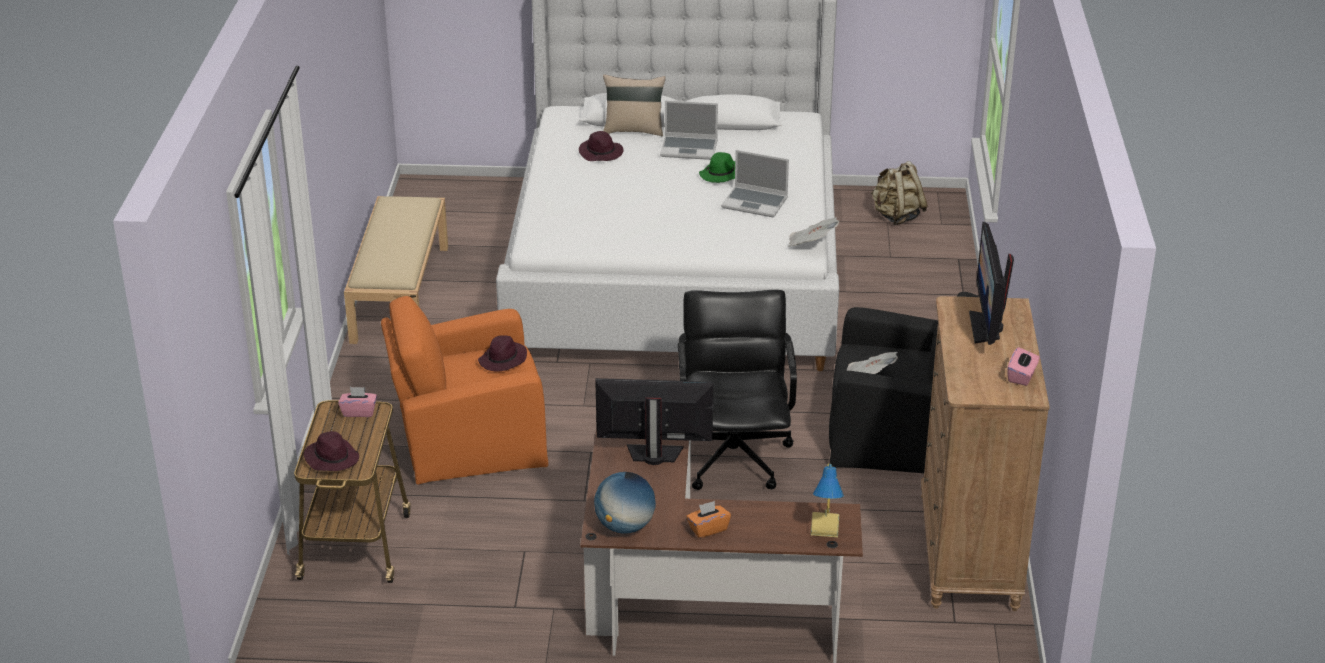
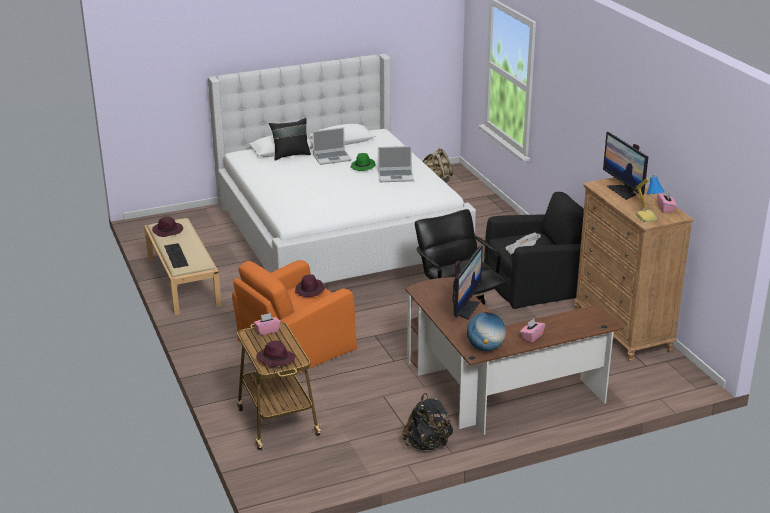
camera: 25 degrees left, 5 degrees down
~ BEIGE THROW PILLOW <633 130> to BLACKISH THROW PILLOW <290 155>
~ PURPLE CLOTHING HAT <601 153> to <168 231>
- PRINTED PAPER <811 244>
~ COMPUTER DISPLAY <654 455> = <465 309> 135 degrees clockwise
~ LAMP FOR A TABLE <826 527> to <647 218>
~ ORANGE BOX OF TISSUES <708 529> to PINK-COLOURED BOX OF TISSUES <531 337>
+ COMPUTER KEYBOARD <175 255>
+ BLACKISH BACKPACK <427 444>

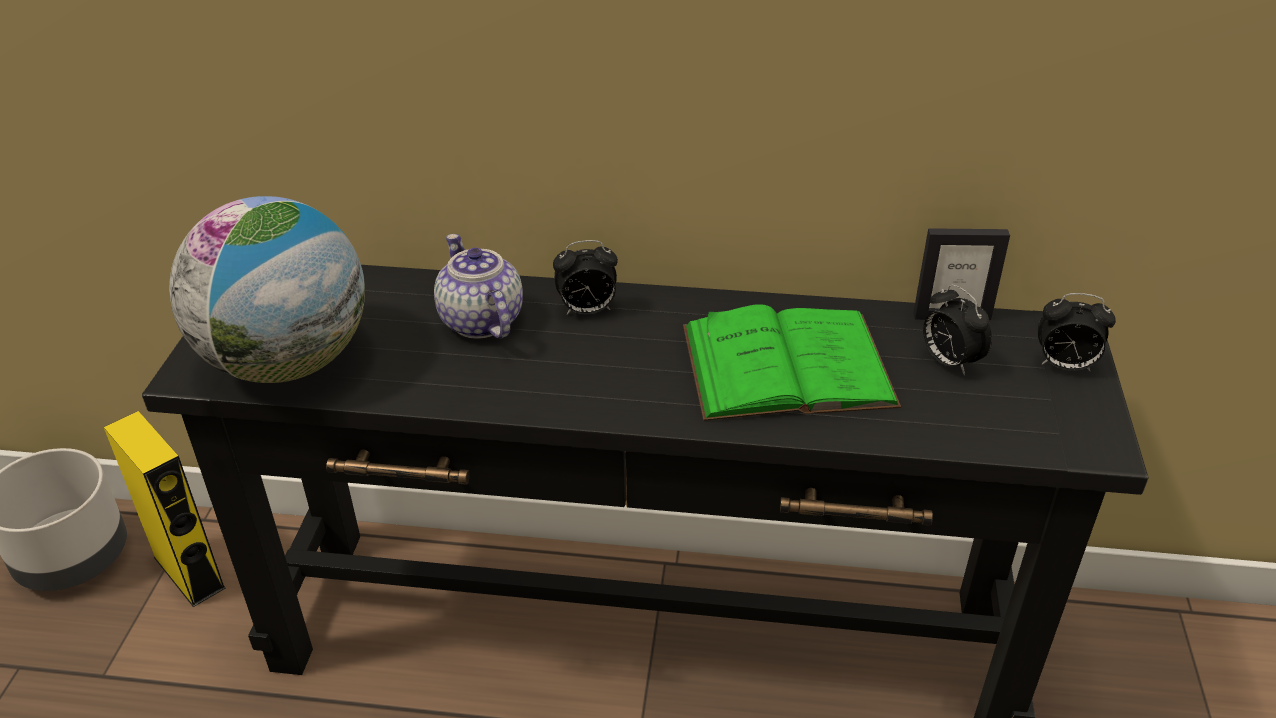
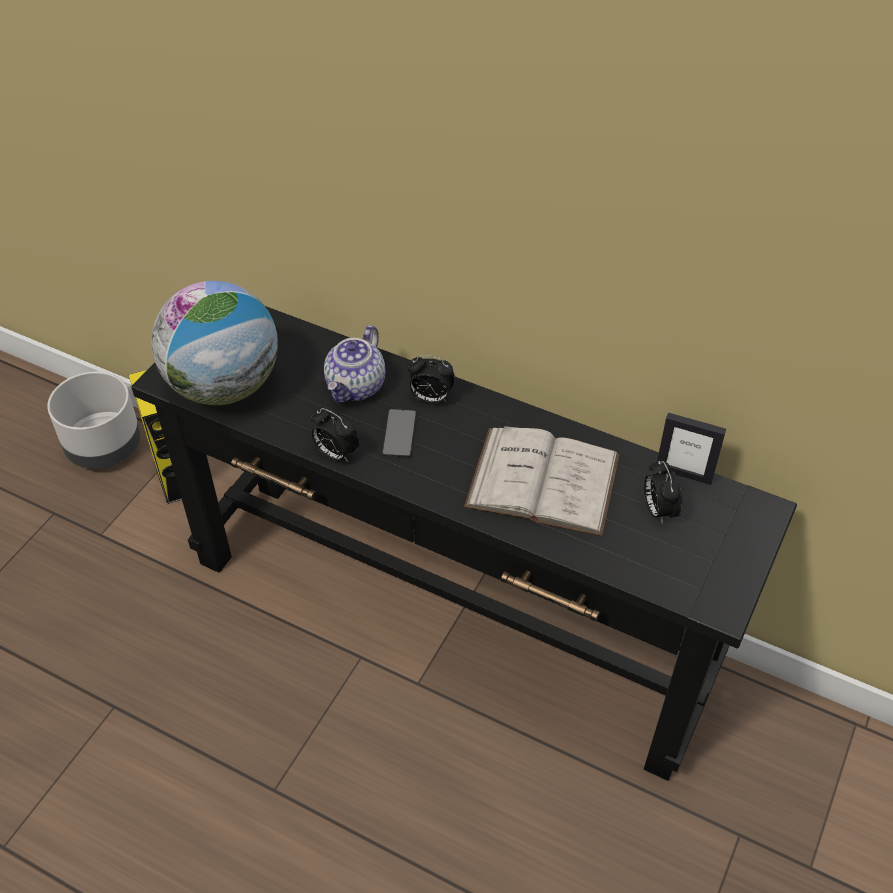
camera: 20 degrees right, 10 degrees up
~ TEAPOT <480 321> = <356 387> 150 degrees counterclockwise
~ TABLE CLOCK <1064 366> to <335 453>
~ GREEN-COLOURED BOUND BOOK <787 365> to WHITISH BOUND BOOK <543 481>
+ TELEPHONE <399 434>

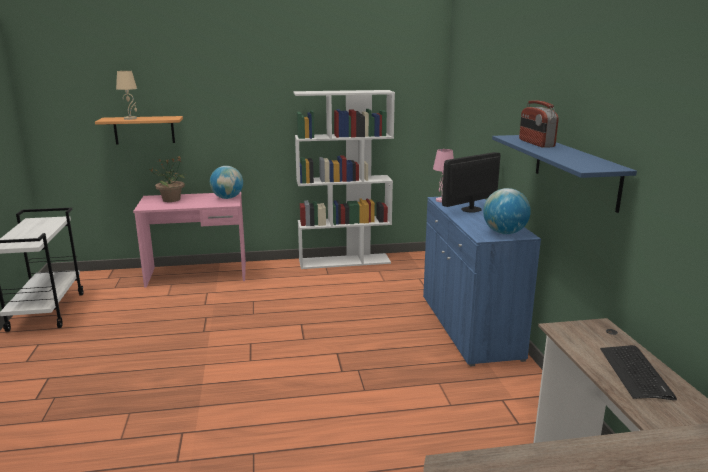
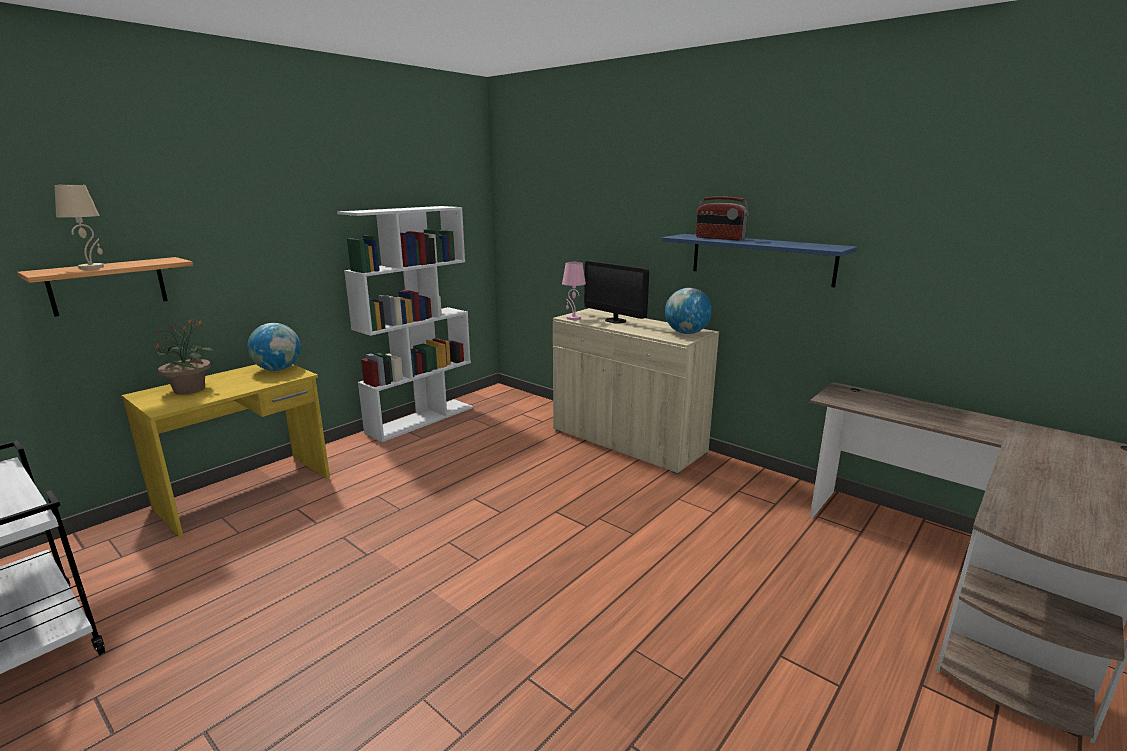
camera: 40 degrees left, 0 degrees up
~ COMPUTER DISPLAY <471 209> = <615 320> 60 degrees counterclockwise
~ PINK-COLOURED DESK <197 274> to YELLOW DESK <246 492>
~ BLUE-COLOURED STORAGE CABINET <469 326> to BEIGE STORAGE CABINET <627 442>
- COMPUTER KEYBOARD <635 373>

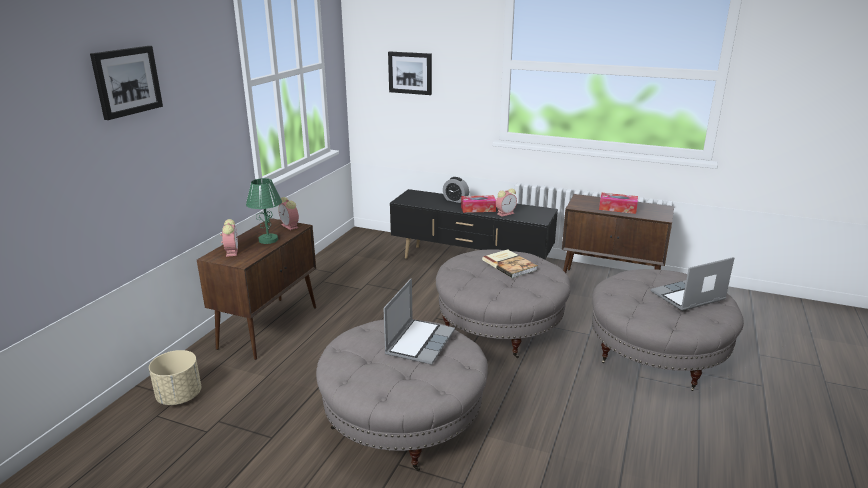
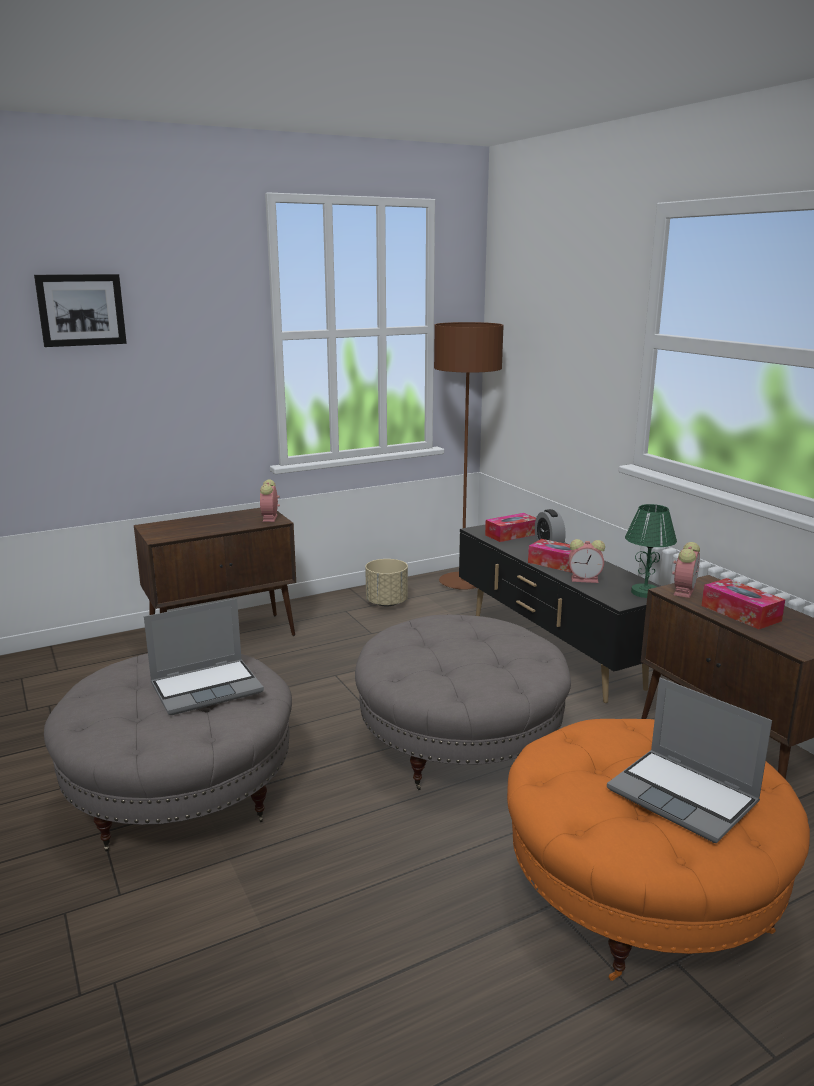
camera: 40 degrees right, 5 degrees down
- WALL PICTURE <410 73>
~ GREEN-COLOURED LAMP FOR A TABLE <268 240> to <644 592>
~ TABLE CLOCK <231 251> to <684 590>
- BOUND BOOK <509 265>
~ PORTABLE COMPUTER <687 297> = <684 797> 150 degrees counterclockwise
~ GREYISH OTTOMAN <656 354> to ORANGE OTTOMAN <641 892>
~ BEIGE FLOWER POT <180 396> to <387 603>
+ BROWN FLOOR LAMP <462 583>
+ BOX OF TISSUES <511 534>

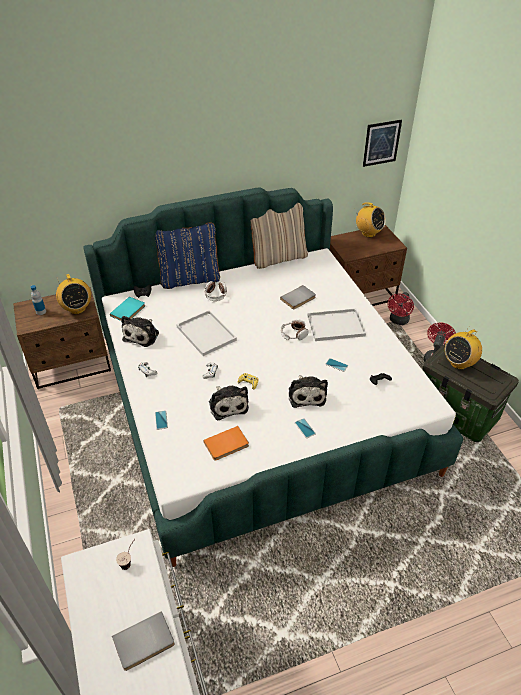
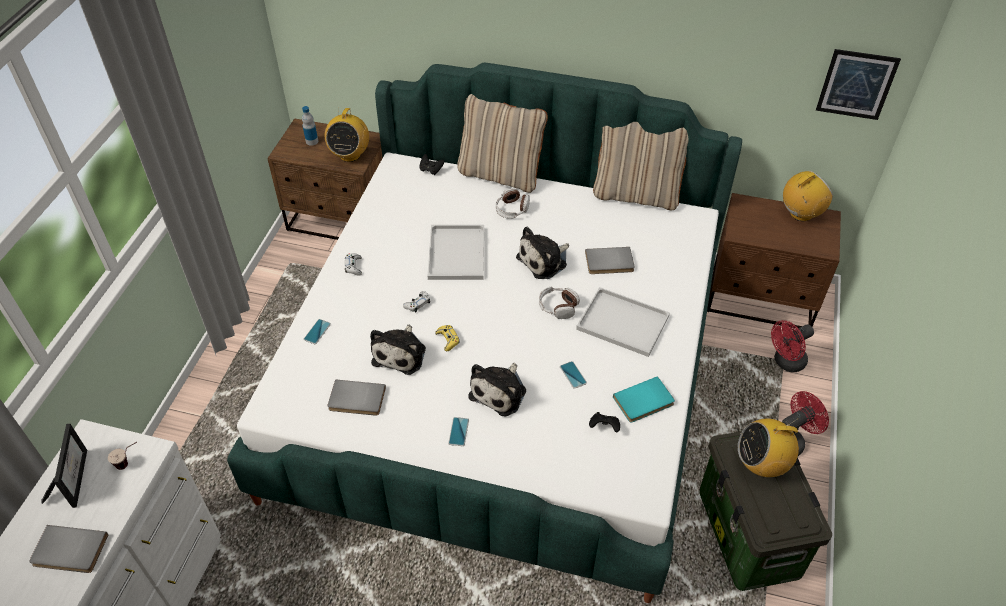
camera: 35 degrees right, 5 degrees up
~ RADIO <368 233> = <800 214> 105 degrees counterclockwise
~ BLUE-COLOURED THROW PILLOW <190 279> to BEIGE THROW PILLOW <501 174>
~ TURQUOISE-COLOURED BOUND BOOK <129 311> to <644 402>
~ CUDDLY TOY <142 335> to <544 261>
~ ORANGE BOUND BOOK <227 445> to GREYISH BOUND BOOK <356 400>
+ PICTURE FRAME <73 478>

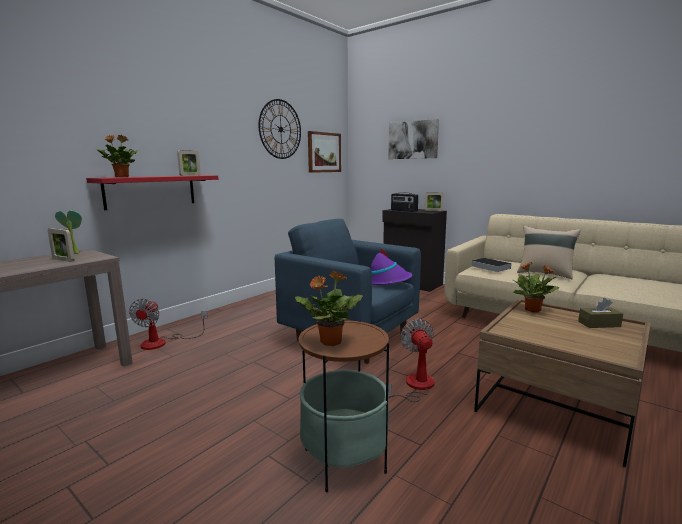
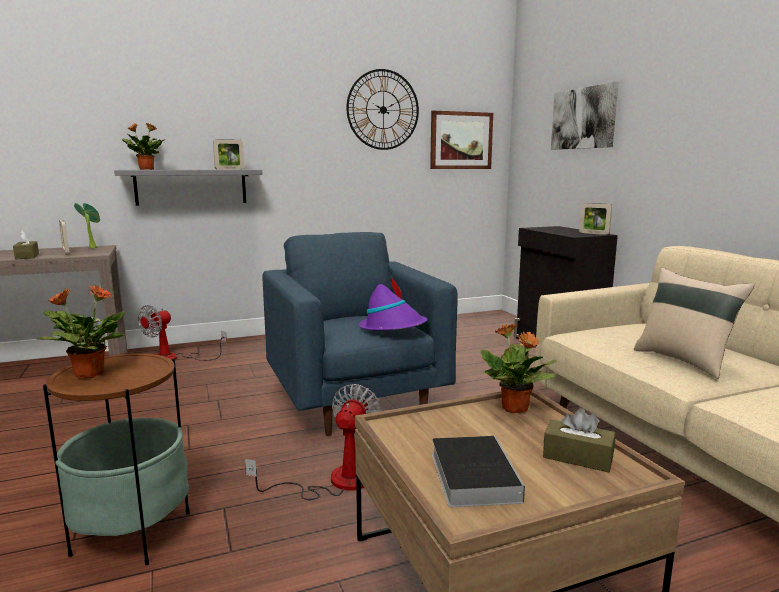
camera: 30 degrees right, 0 degrees up
~ REDDISH SHELF <151 191> to GREYISH SHELF <191 187>
- RADIO <403 211>
~ BOUND BOOK <489 267> to <472 474>
+ BROWN BOX OF TISSUES <27 256>

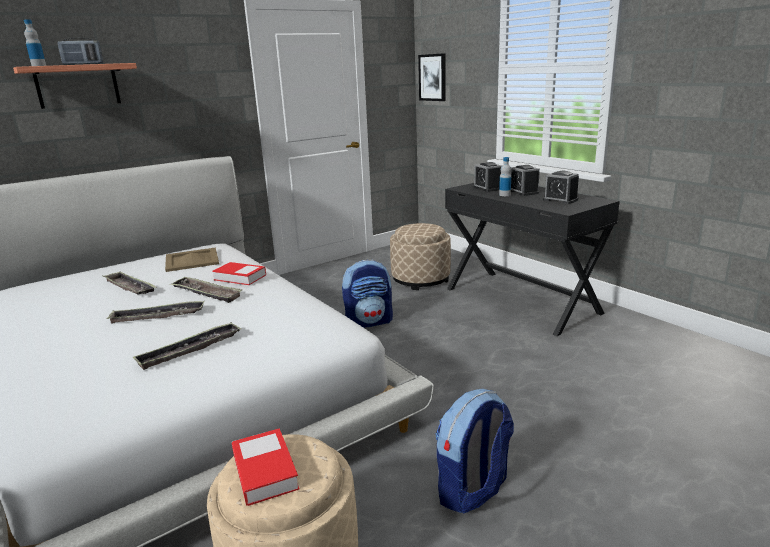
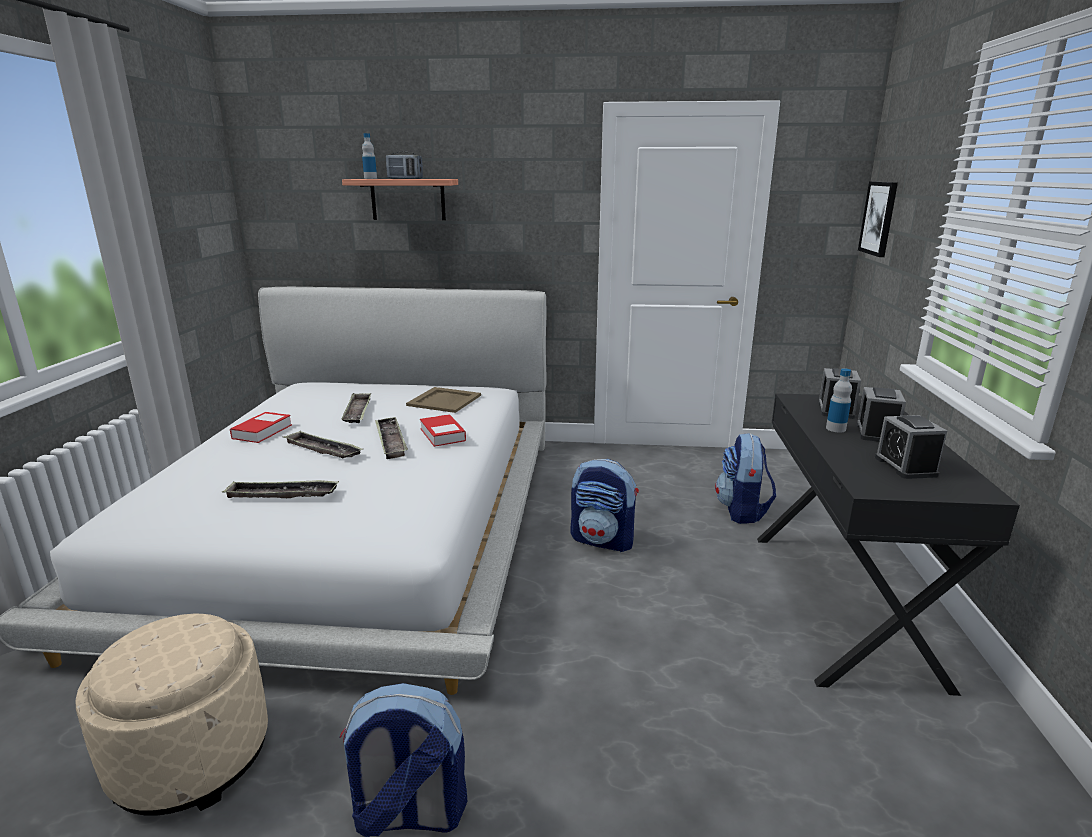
camera: 40 degrees right, 0 degrees up
~ BEIGE OTTOMAN <421 279> to BACKPACK <742 511>
~ BOUND BOOK <265 471> to <262 431>

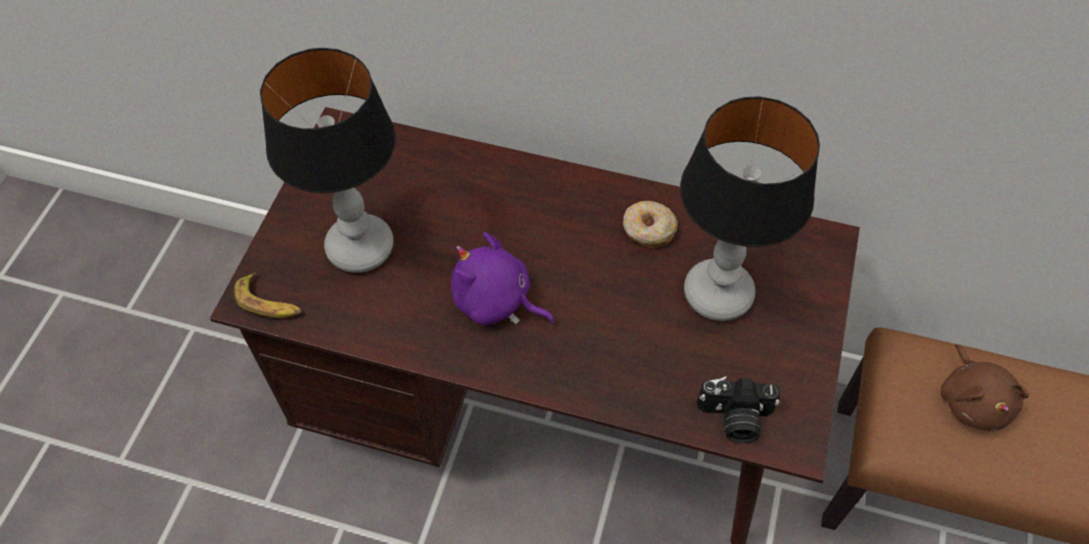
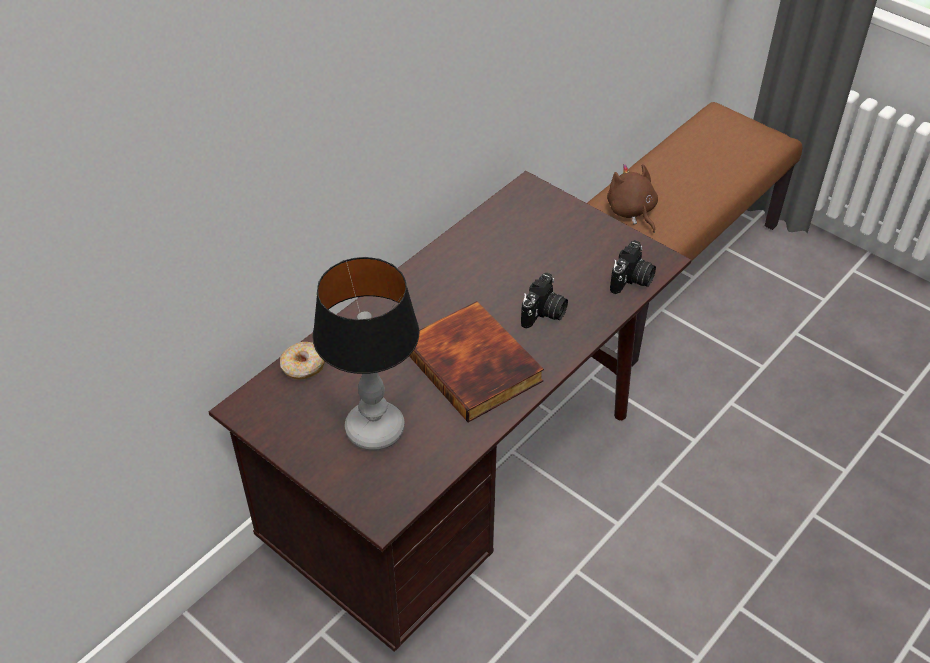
camera: 65 degrees left, 10 degrees down
- LAMP FOR A TABLE <717 295>
~ DONUT <648 230> to <303 366>
~ PURPLE CUDDLY TOY <496 302> to BOUND BOOK <475 365>
- BANANA FRUIT <269 303>
~ BROWN CUDDLY TOY <973 400> = <631 211> 135 degrees counterclockwise
+ PHOTO CAMERA <544 314>

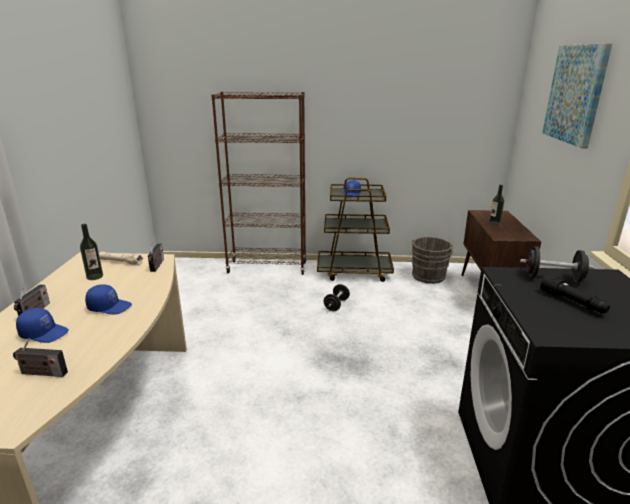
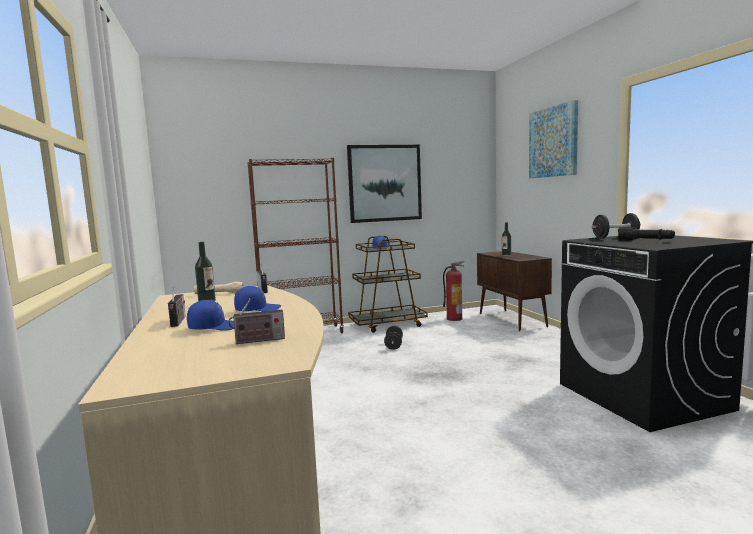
camera: 20 degrees left, 15 degrees down
~ GREYISH WATER BUCKET <428 277> to FIRE-FIGHTING CYLINDER <454 318>
+ WALL PICTURE <384 183>

